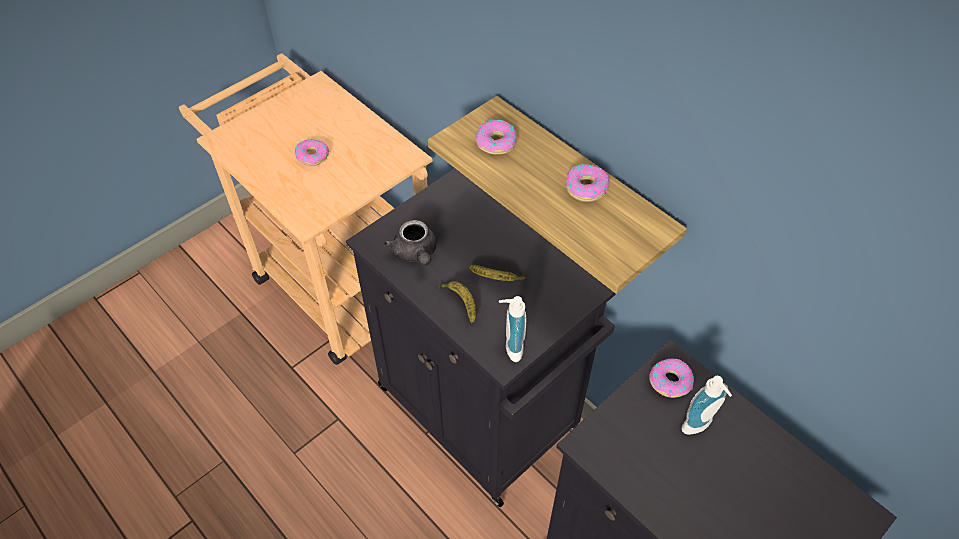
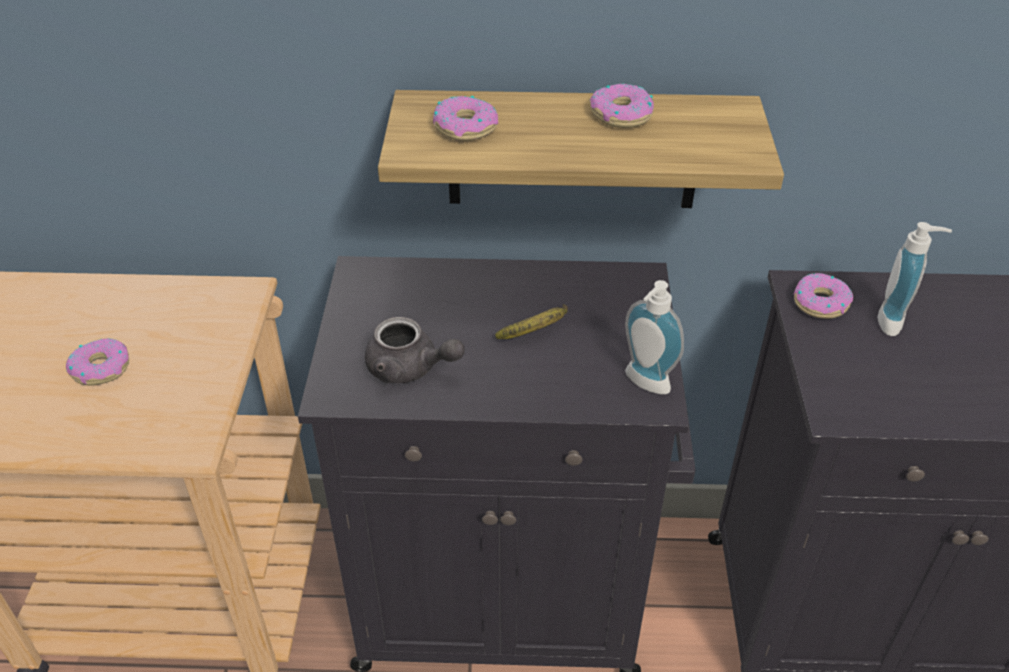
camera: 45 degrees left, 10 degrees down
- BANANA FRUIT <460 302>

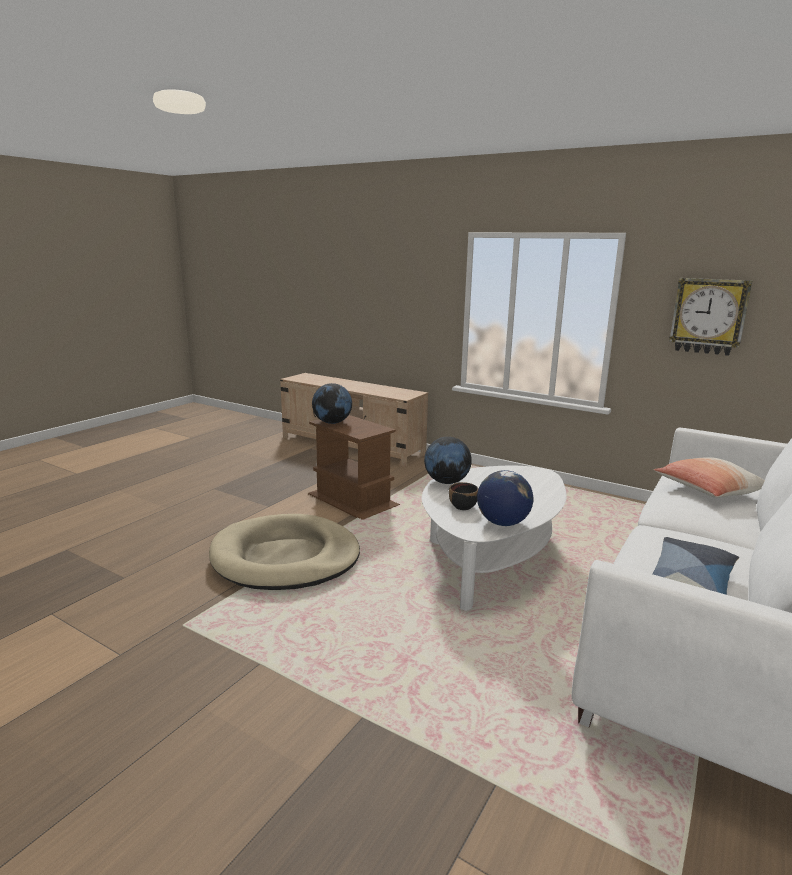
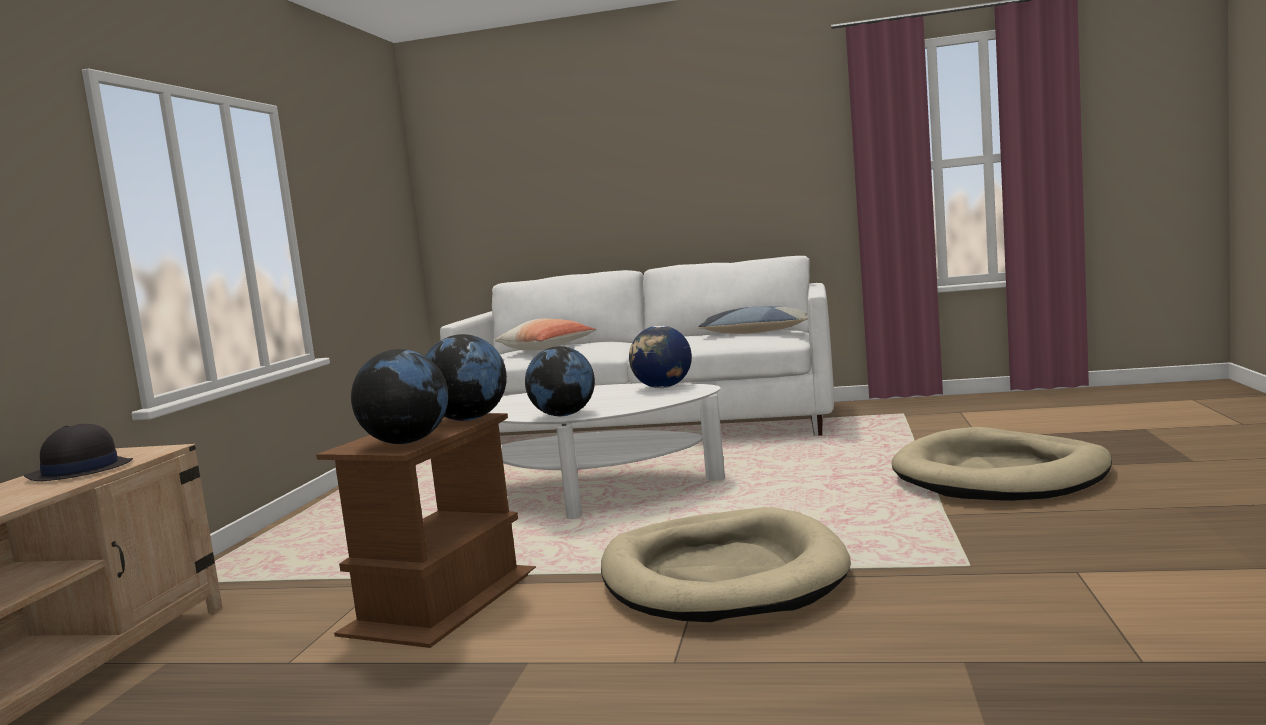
camera: 110 degrees left, 10 degrees down
- CLOCK ON THE WALL <708 316>
- BLACKISH SERVING BOWL <463 506>
+ DESK GLOBE <468 419>
+ BLACKISH CLOTHING HAT <79 471>
+ BEIGE DOG CUSHION <1000 475>

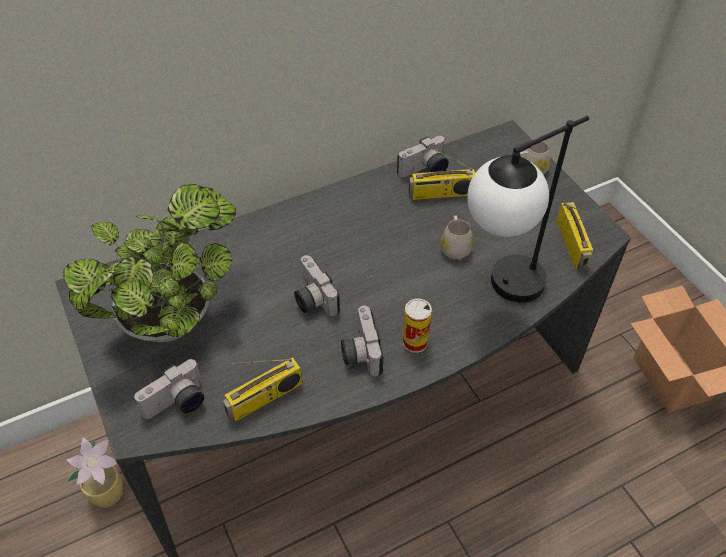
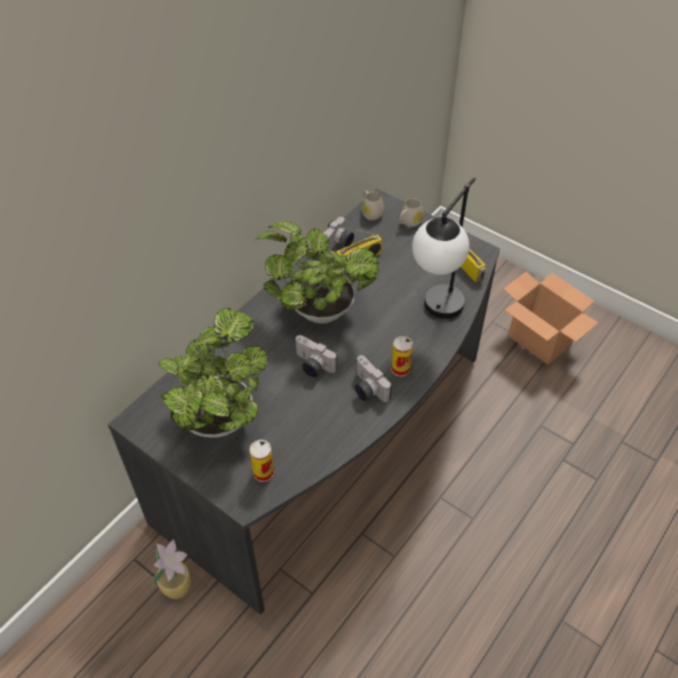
camera: 25 degrees left, 0 degrees up
~ WHITISH TEA MUG <455 247> to <371 212>
- RADIO <264 399>
~ PHOTO CAMERA <178 404> to CAN <263 472>
+ POTTED PLANT <317 309>

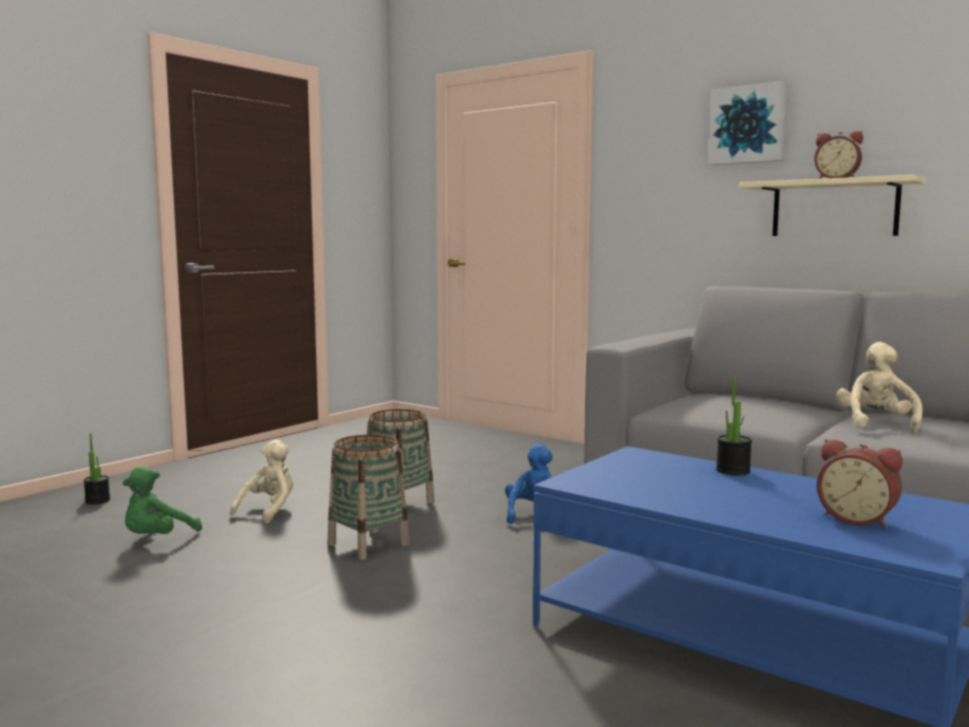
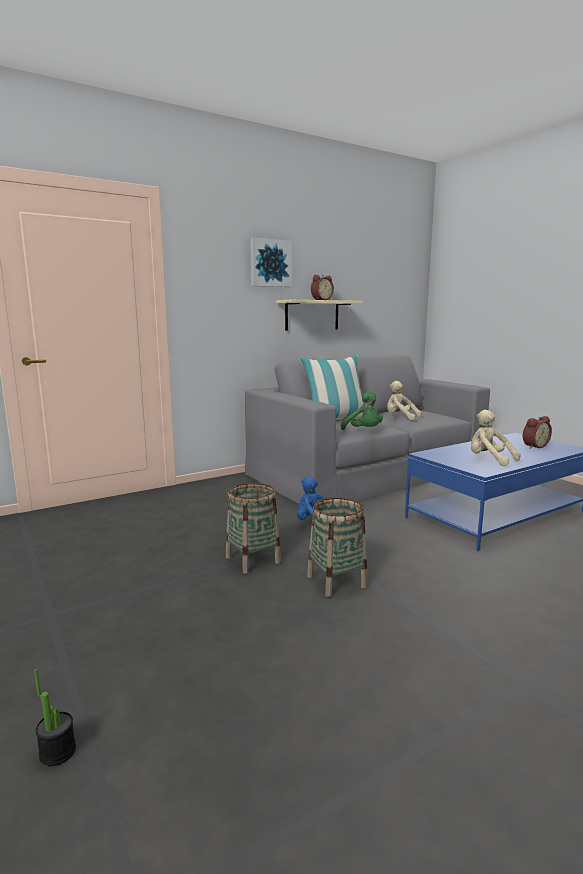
camera: 70 degrees left, 5 degrees up
- POTTED PLANT <733 470>
~ BEIGE CUDDLY TOY <269 510> to <489 460>
~ GREEN-COLOURED CUDDLY TOY <157 539> to <364 431>
+ THROW PILLOW <336 420>

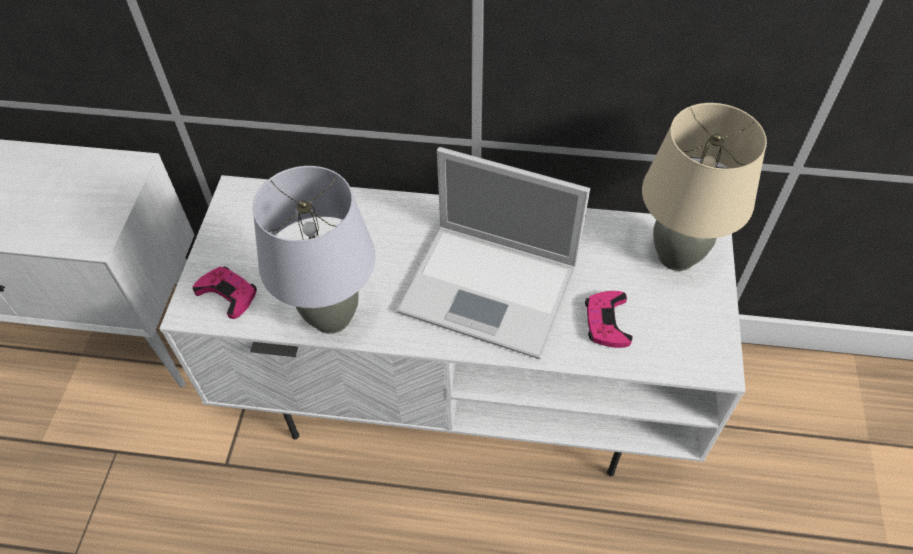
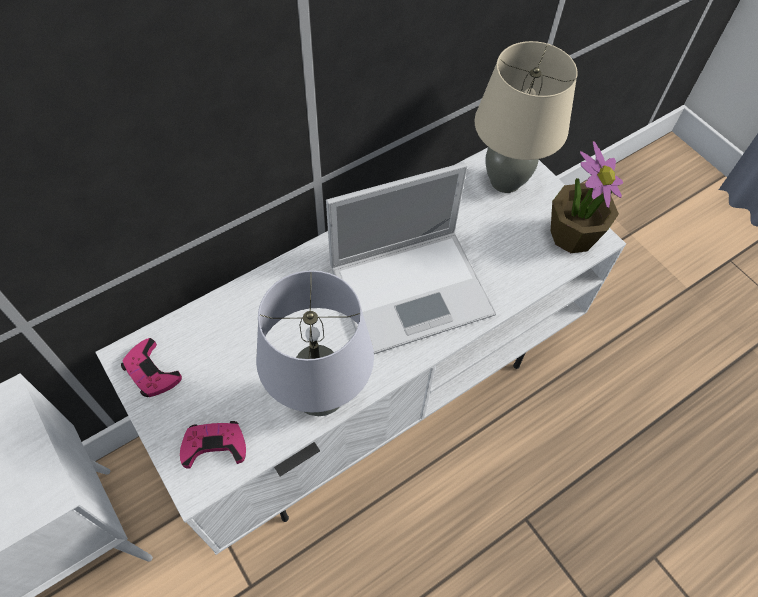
camera: 45 degrees left, 5 degrees up
~ PINK-COLOURED JOYPAD <607 322> to <151 371>
+ POTTED PLANT <572 235>

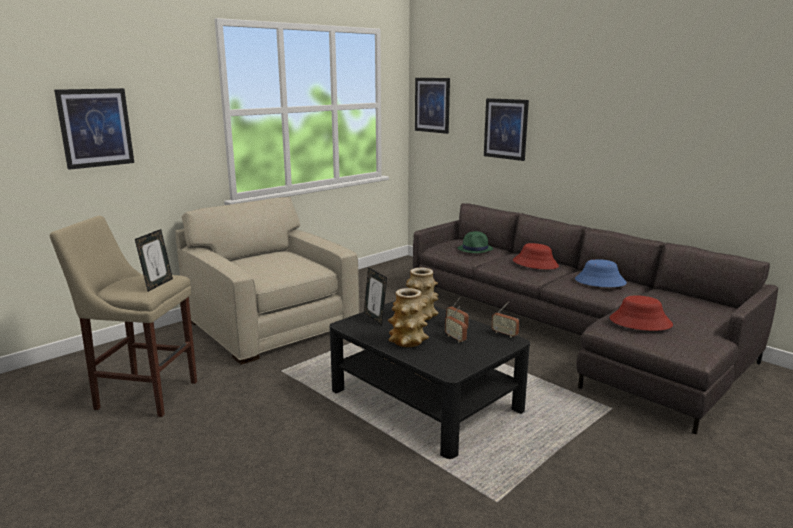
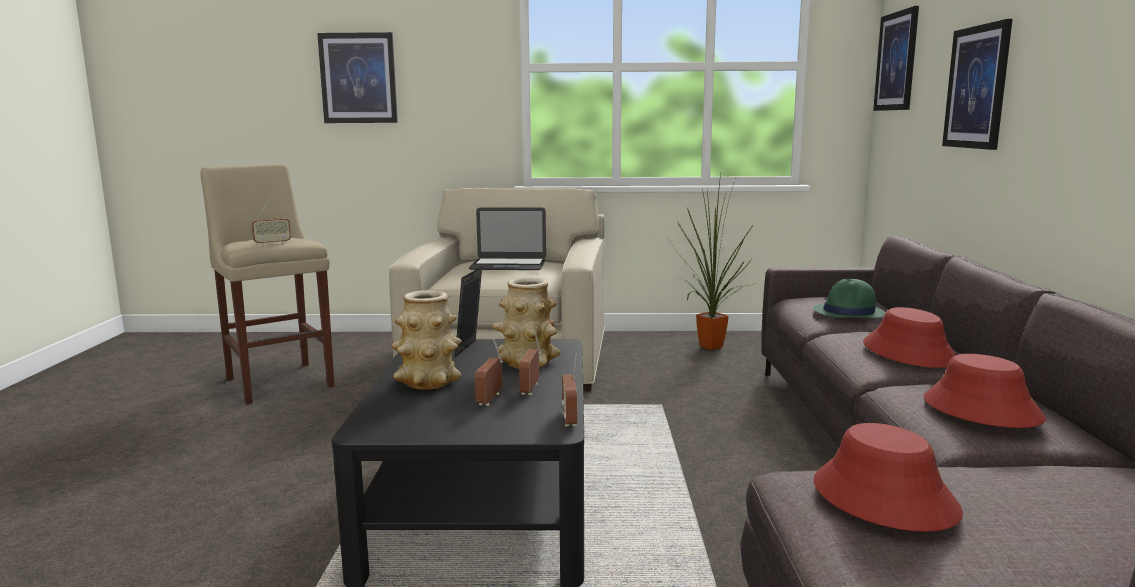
camera: 45 degrees right, 5 degrees down
~ PICTURE FRAME <157 284> to RADIO <272 243>
~ BLUE-COLOURED CLOTHING HAT <600 281> to REDDISH CLOTHING HAT <980 409>
+ POTTED PLANT <707 347>
+ PORTABLE COMPUTER <508 265>

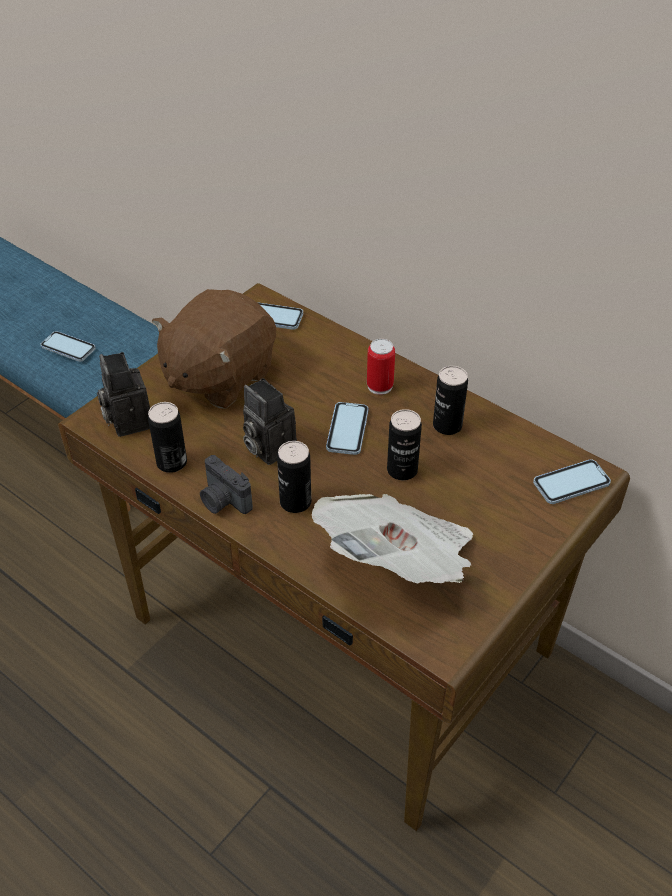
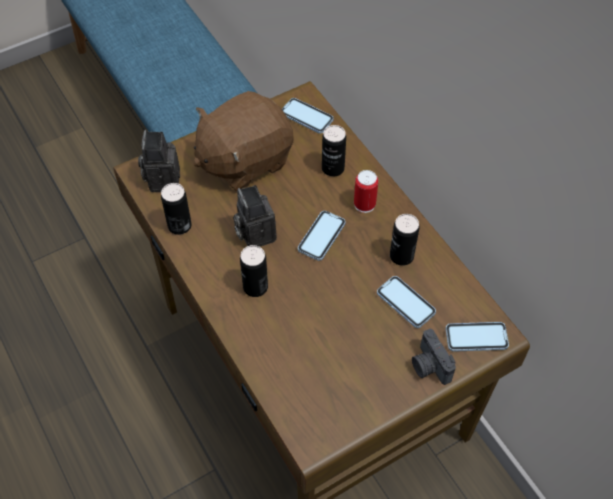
camera: 20 degrees right, 10 degrees up
~ TELEPHONE <68 348> to <405 303>
~ CAN <402 470> to <333 168>
~ PHOTO CAMERA <223 501> to <429 366>
- PRINTED PAPER <398 562>

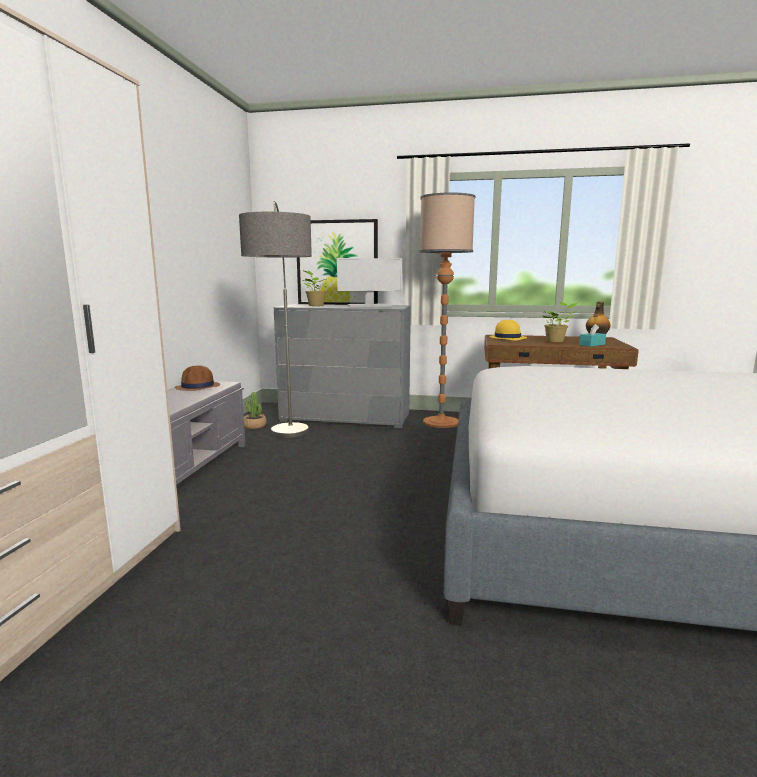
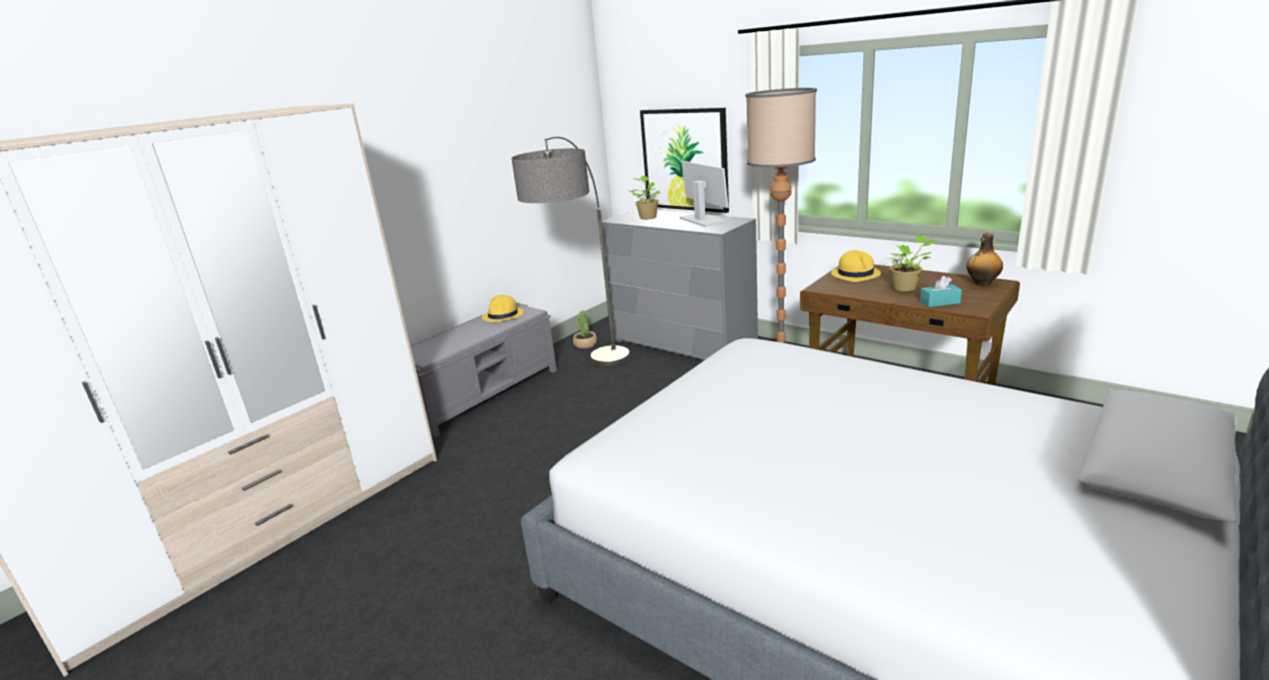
camera: 30 degrees right, 10 degrees up
~ COMPUTER DISPLAY <369 306> = <702 220> 135 degrees counterclockwise
~ BROWN CLOTHING HAT <198 387> to YELLOW CLOTHING HAT <503 315>

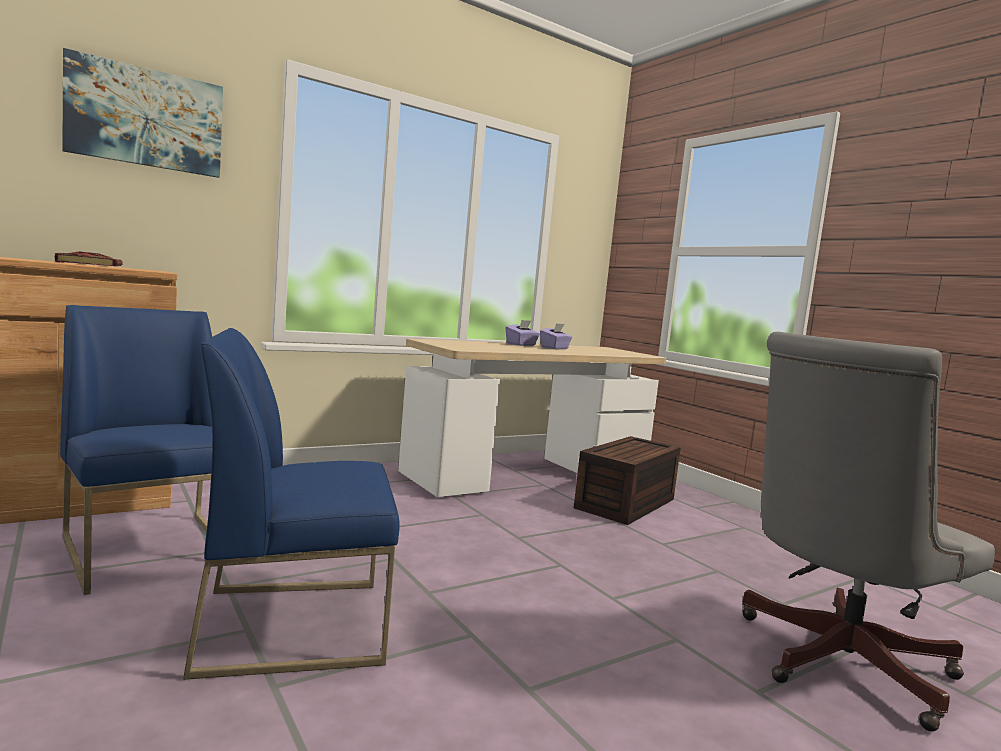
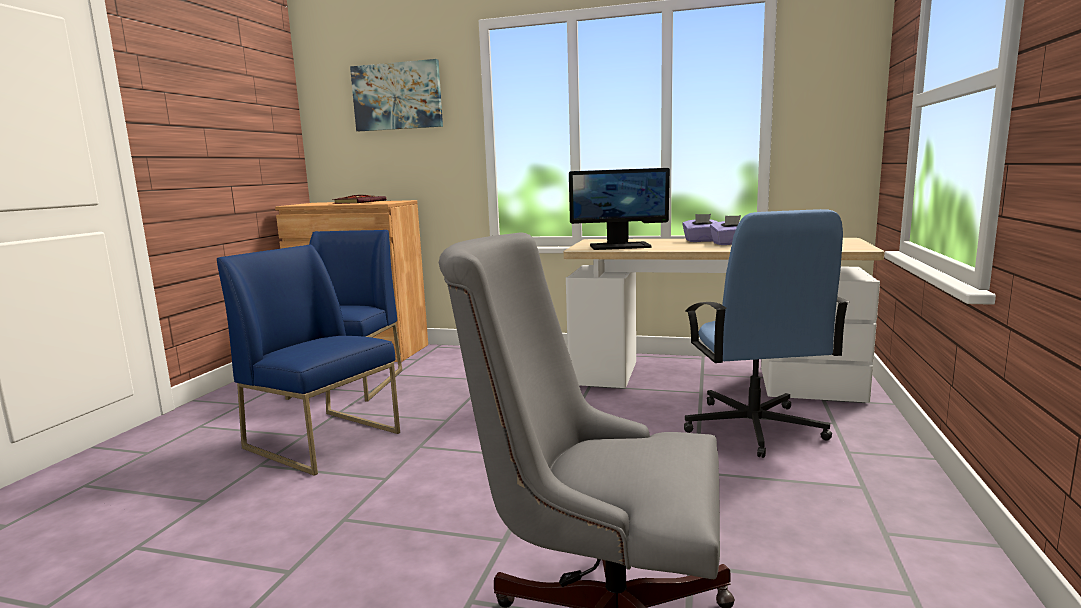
camera: 50 degrees right, 5 degrees up
~ BROWN STORAGE BIN <626 504> to BLUE-COLOURED COMPUTER CHAIR <753 428>
+ COMPUTER DISPLAY <620 246>

